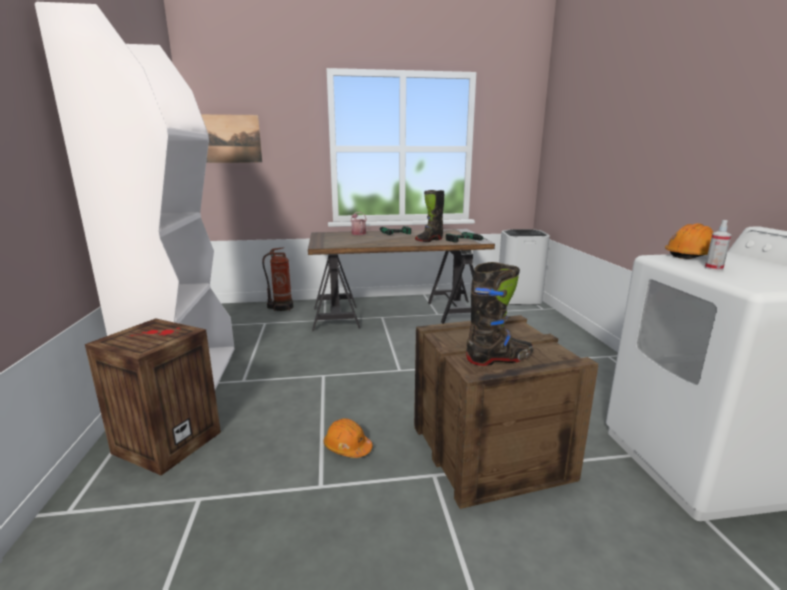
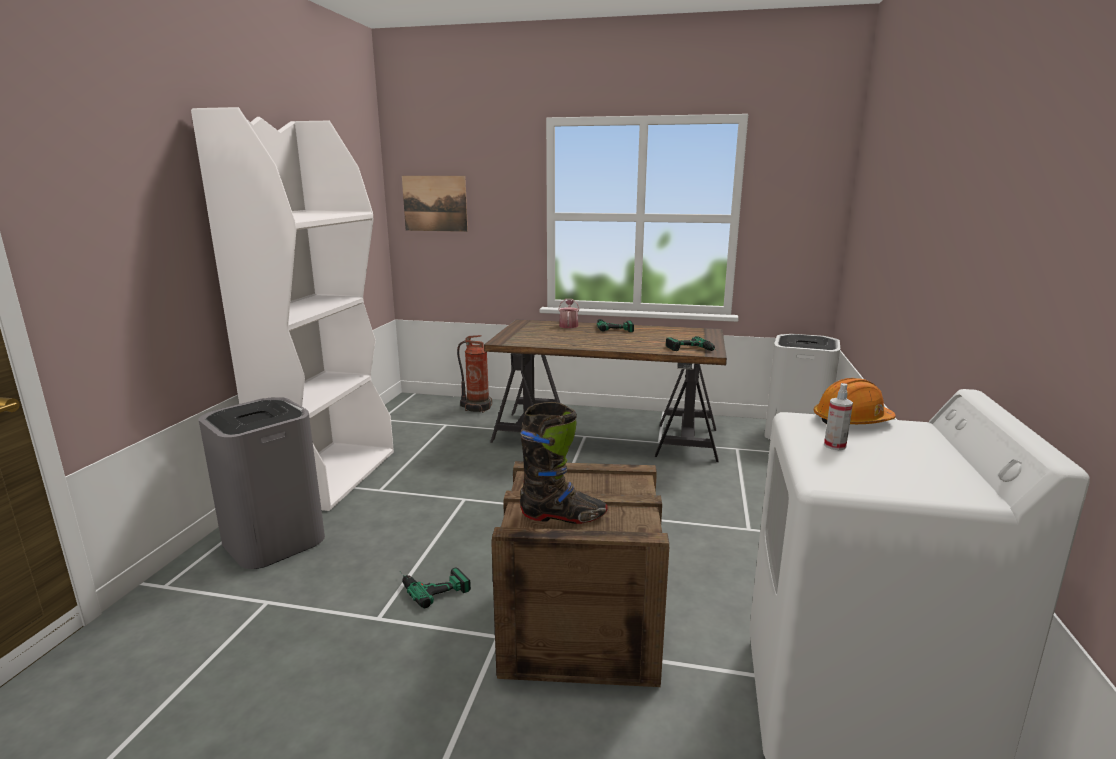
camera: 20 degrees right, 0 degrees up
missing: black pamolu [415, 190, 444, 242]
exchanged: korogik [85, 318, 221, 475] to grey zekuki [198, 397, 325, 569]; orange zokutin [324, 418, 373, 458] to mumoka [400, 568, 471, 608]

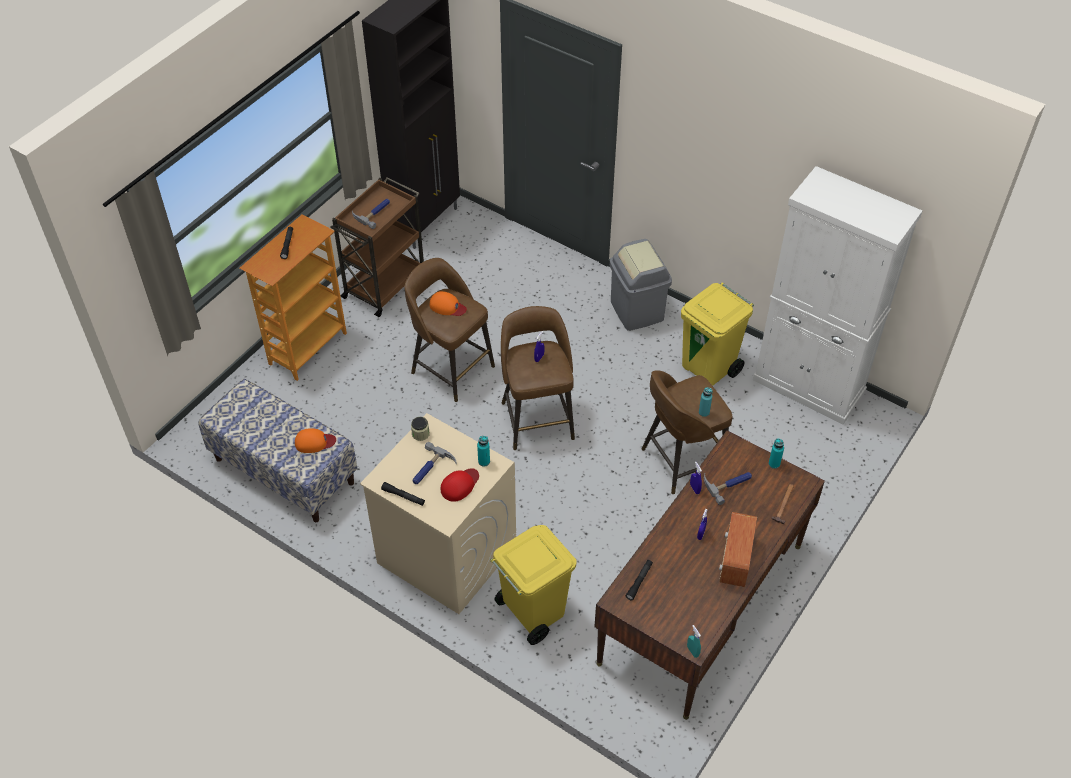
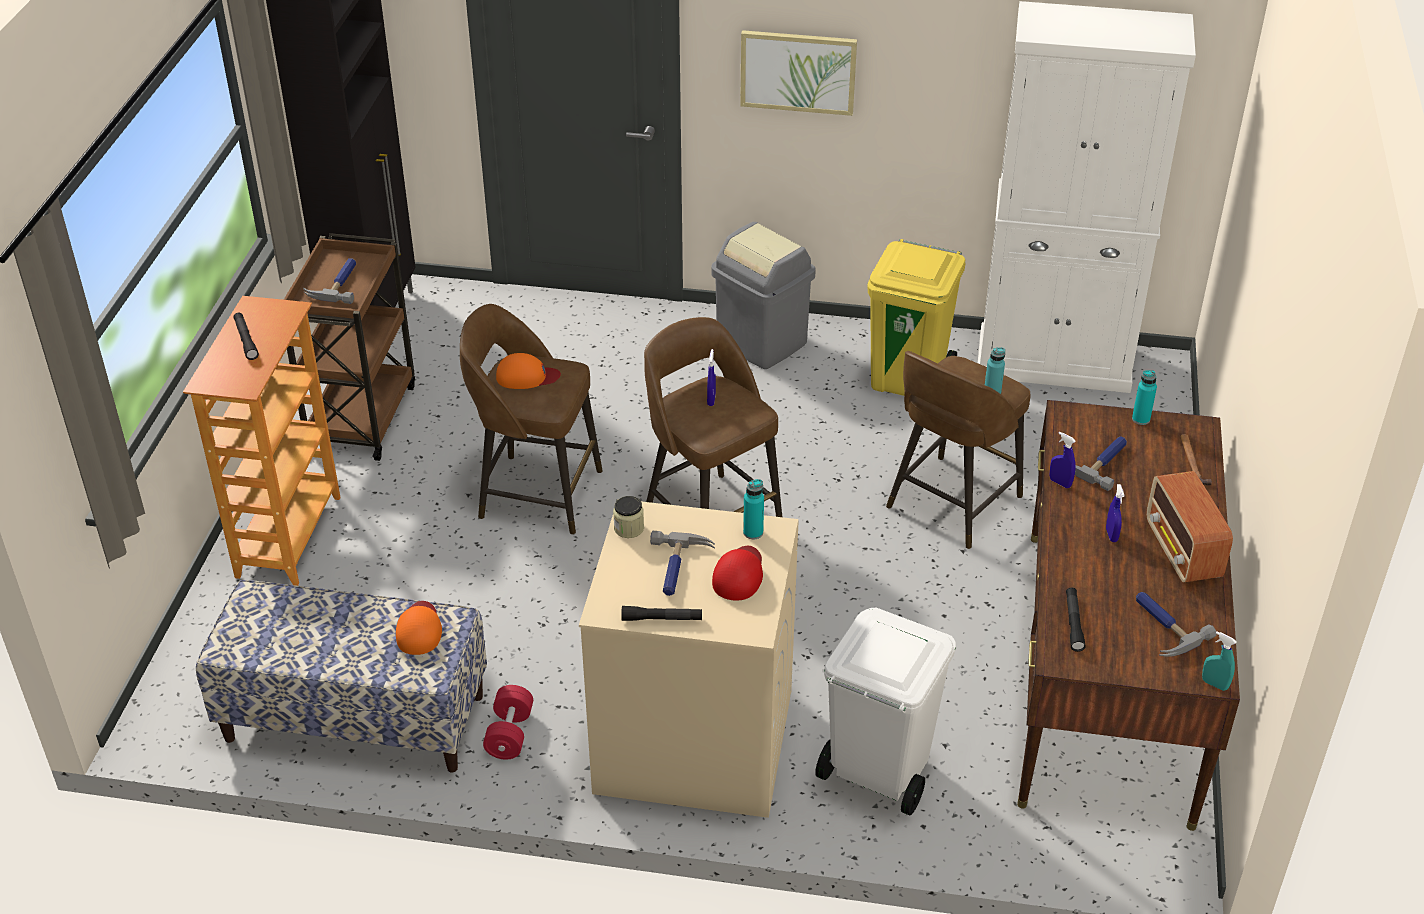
camera: 25 degrees left, 10 degrees down
appeared: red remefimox [483, 685, 533, 760]; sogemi [740, 30, 857, 116]; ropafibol [1136, 592, 1217, 657]
colour: yellow zekuki [490, 525, 577, 645] to white zekuki [815, 608, 956, 816]
spun: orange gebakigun [295, 428, 336, 453] = [396, 601, 442, 655] 60 degrees counterclockwise

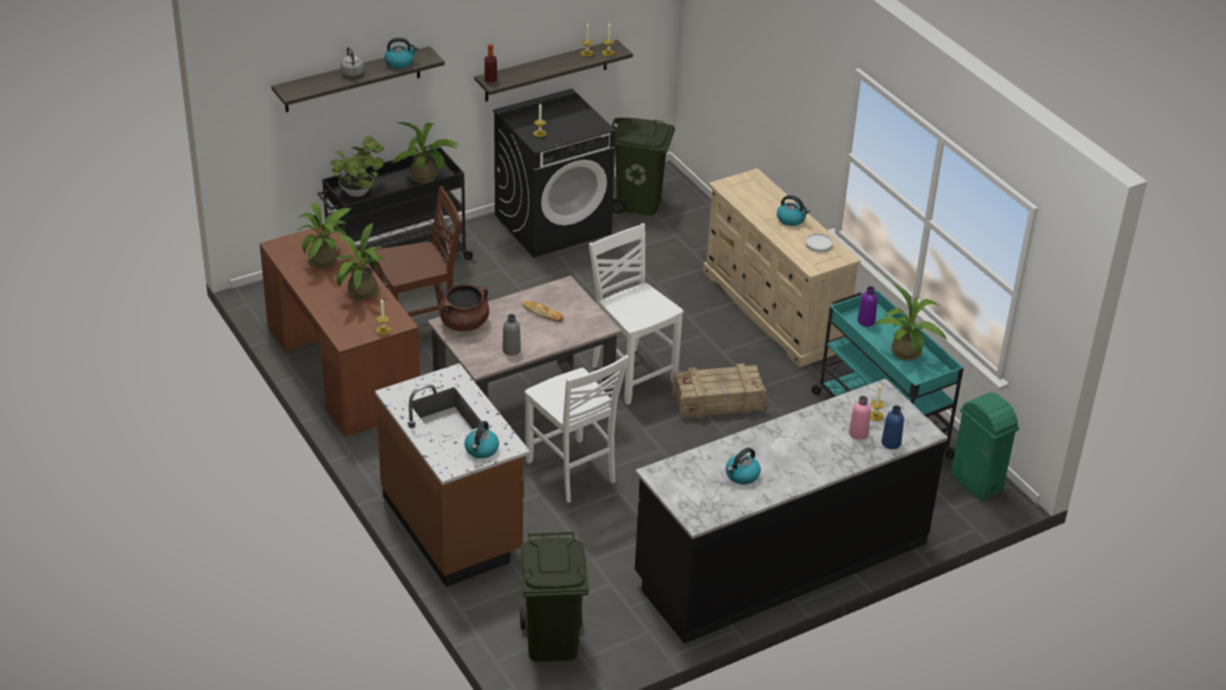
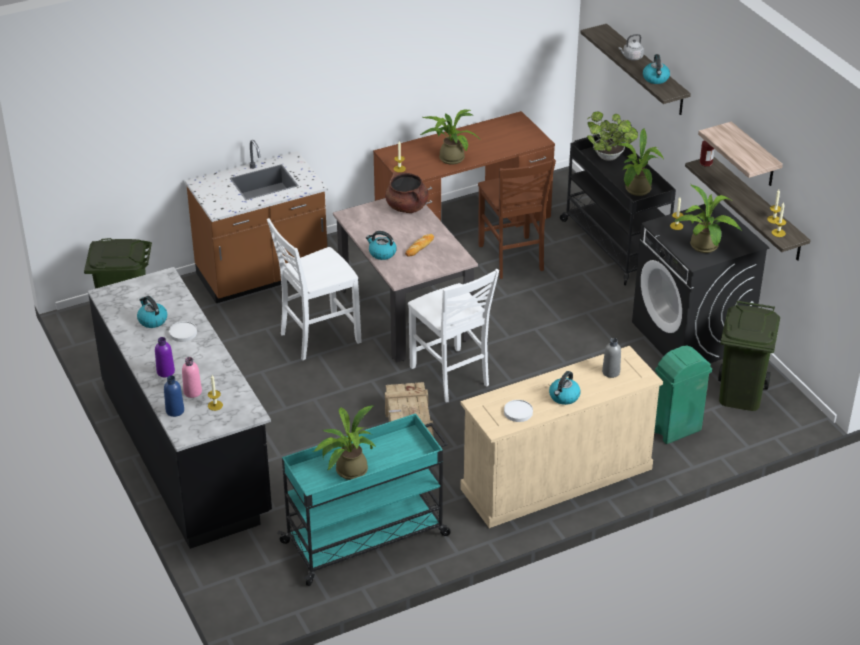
camera: 95 degrees right, 0 degrees up
appeared: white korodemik [169, 321, 197, 342]; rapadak [698, 122, 783, 186]
relocated: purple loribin [857, 286, 878, 327] to [155, 337, 175, 377]; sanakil [464, 421, 499, 458] to [366, 231, 397, 260]; grey loribin [502, 314, 521, 356] to [602, 338, 621, 378]; green zekuki [951, 393, 1019, 501] to [654, 346, 712, 444]; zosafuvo [296, 203, 351, 268] to [674, 184, 742, 253]
spun: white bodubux [589, 223, 683, 405] = [408, 269, 499, 403] 90 degrees clockwise

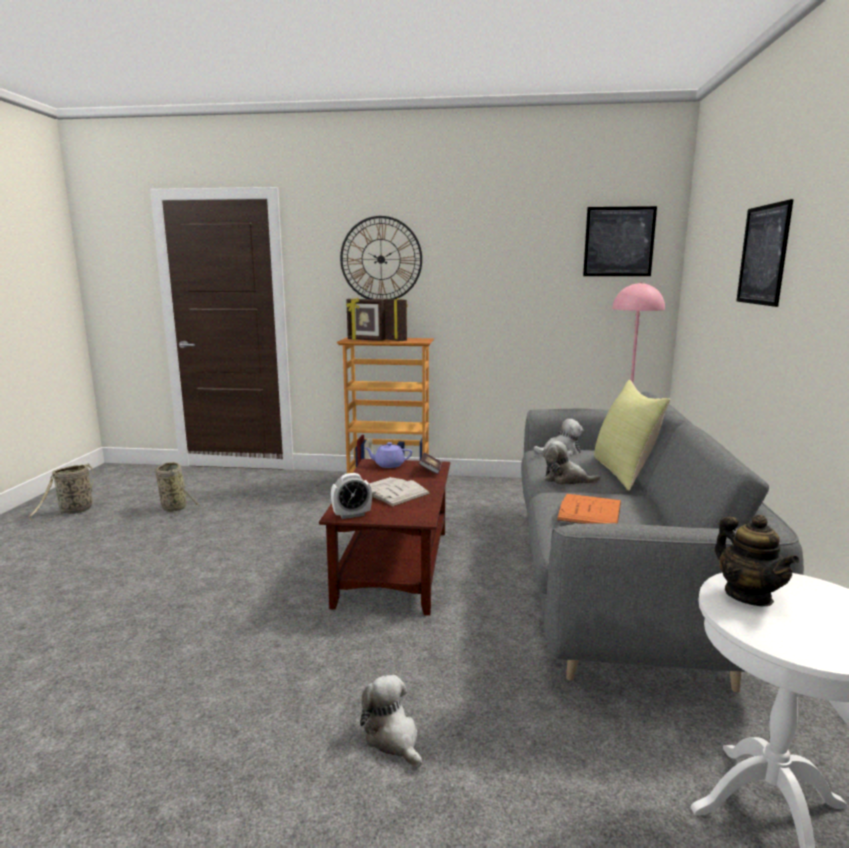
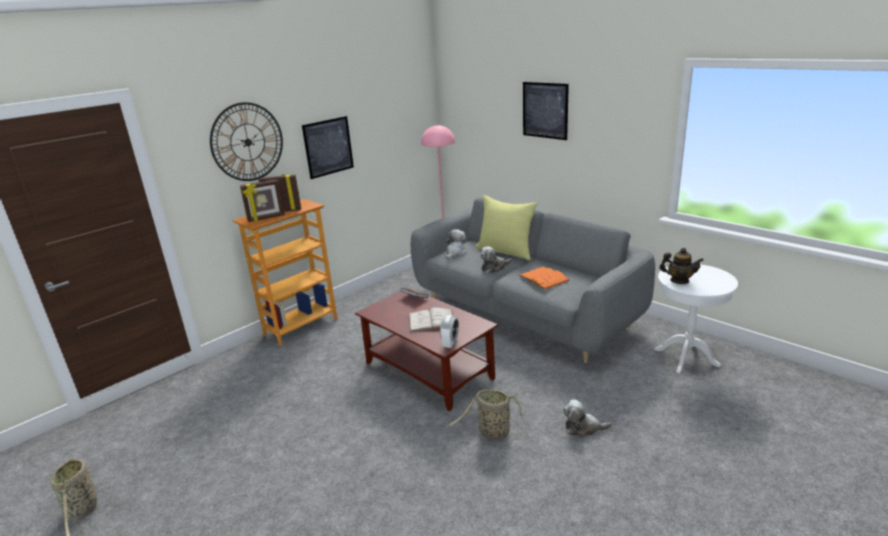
camera: 50 degrees left, 10 degrees up
missing: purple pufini [364, 442, 412, 468]
relocated: sogemi [583, 206, 657, 276] to [302, 116, 354, 179]; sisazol [156, 462, 198, 515] to [447, 390, 527, 440]

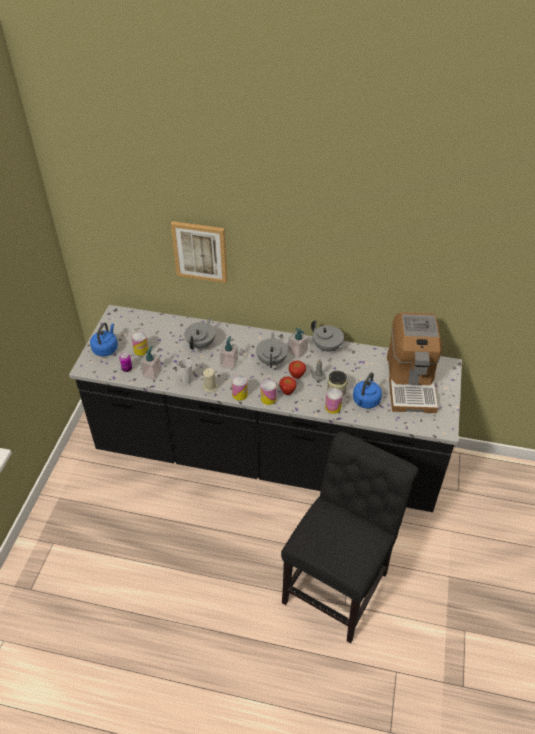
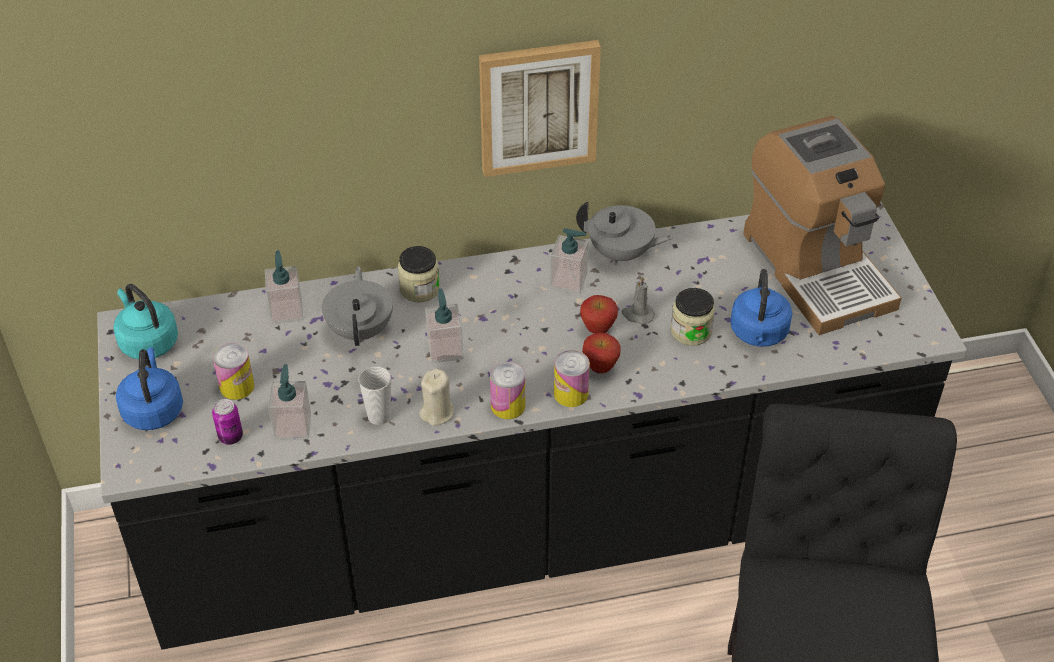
camera: 25 degrees left, 0 degrees up
missing: grey pufini [256, 332, 288, 368]; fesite [325, 388, 343, 414]
appeared: turquoise sanakil [114, 284, 178, 360]; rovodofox [265, 250, 304, 324]; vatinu [398, 246, 440, 302]
relocated: sogemi [171, 221, 227, 283] to [479, 40, 601, 177]

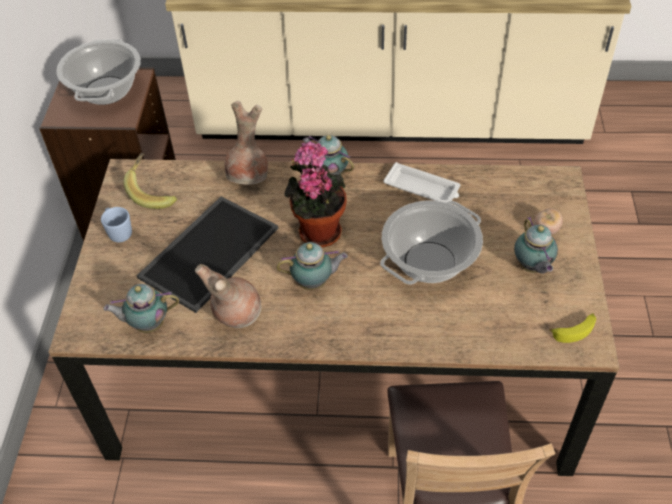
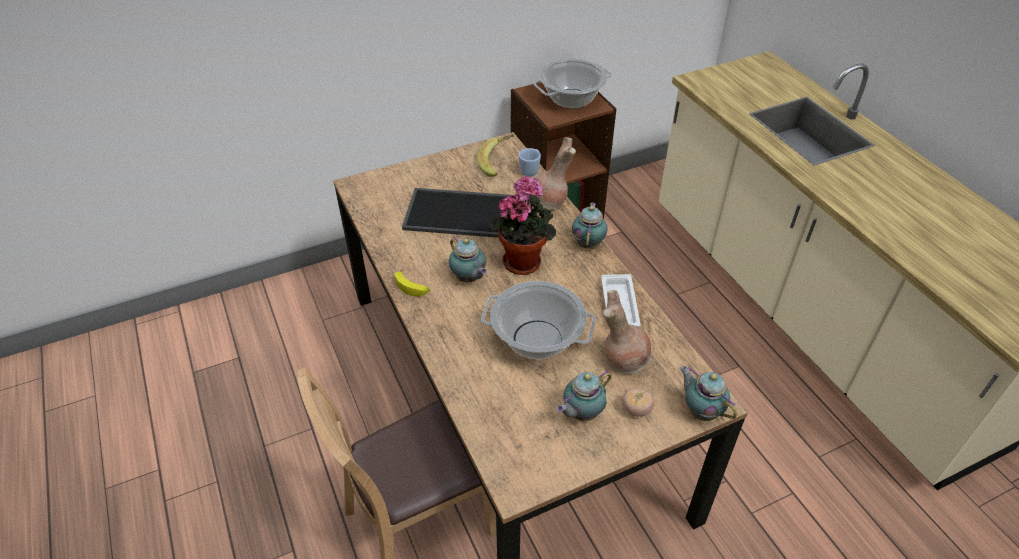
camera: 60 degrees right, 5 degrees down
relocated: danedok [549, 313, 596, 343] to [395, 270, 430, 296]; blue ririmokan [101, 207, 132, 243] to [519, 148, 541, 177]; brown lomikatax [195, 264, 261, 328] to [603, 290, 652, 374]; pufini [103, 284, 179, 333] to [680, 366, 737, 421]

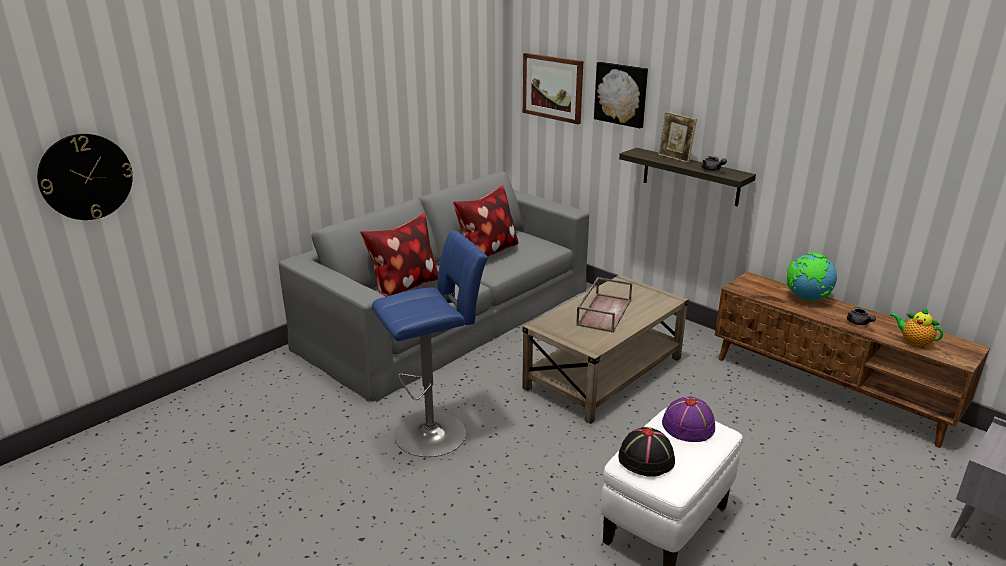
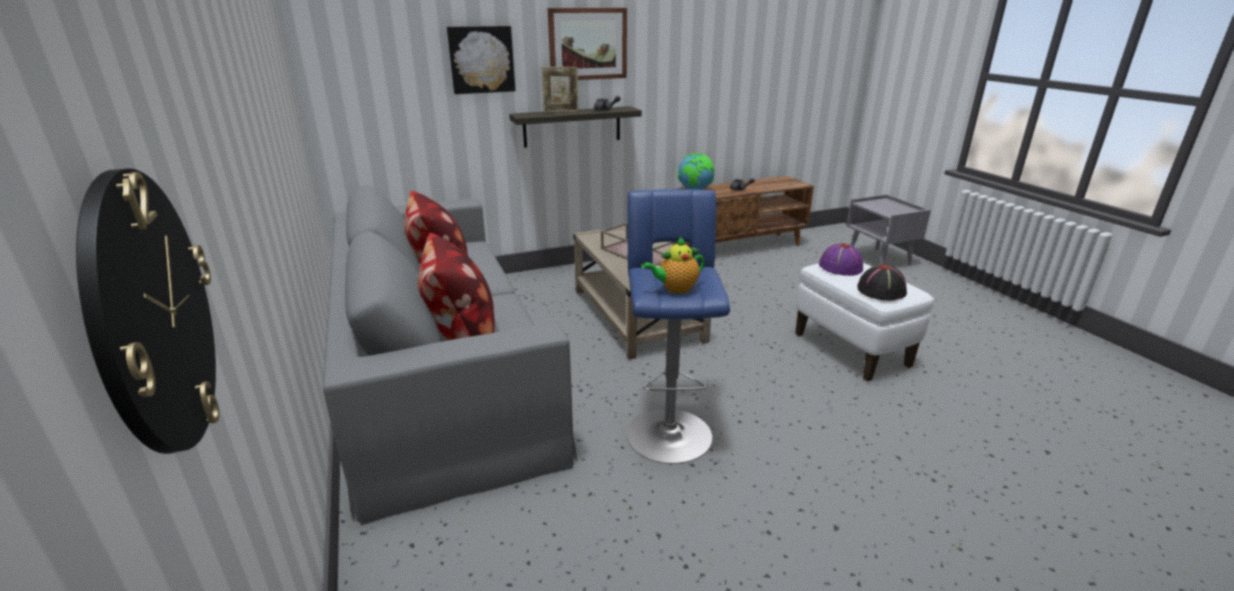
camera: 65 degrees left, 0 degrees up
relocated: sogemi [523, 53, 583, 124] to [547, 8, 627, 80]; pufini [889, 307, 943, 348] to [641, 237, 705, 294]

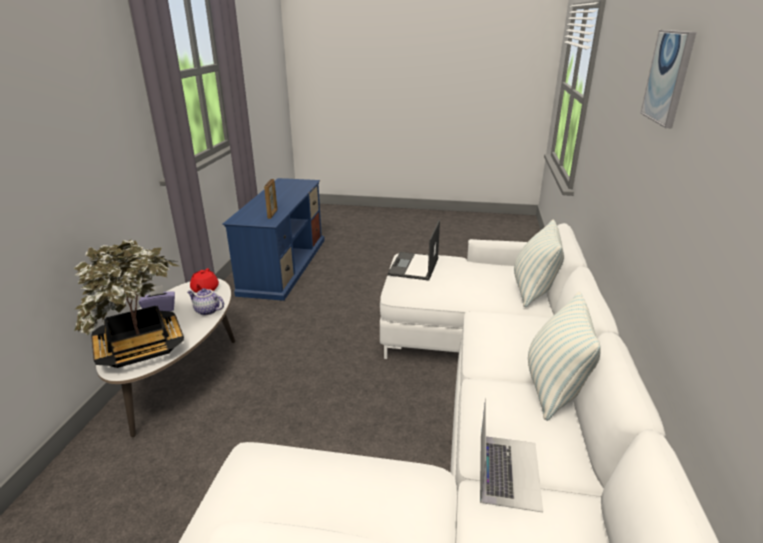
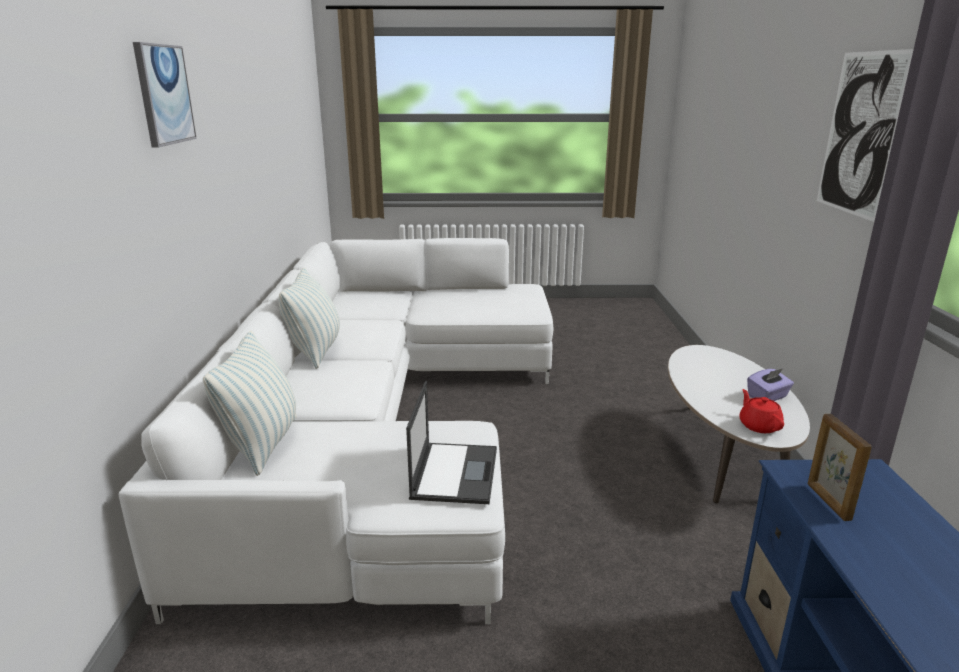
camera: 170 degrees right, 5 degrees down
missing: zosafuvo [73, 240, 184, 368]; pufini [187, 288, 224, 315]; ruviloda [480, 398, 543, 512]
appeared: sogemi [817, 49, 914, 222]

